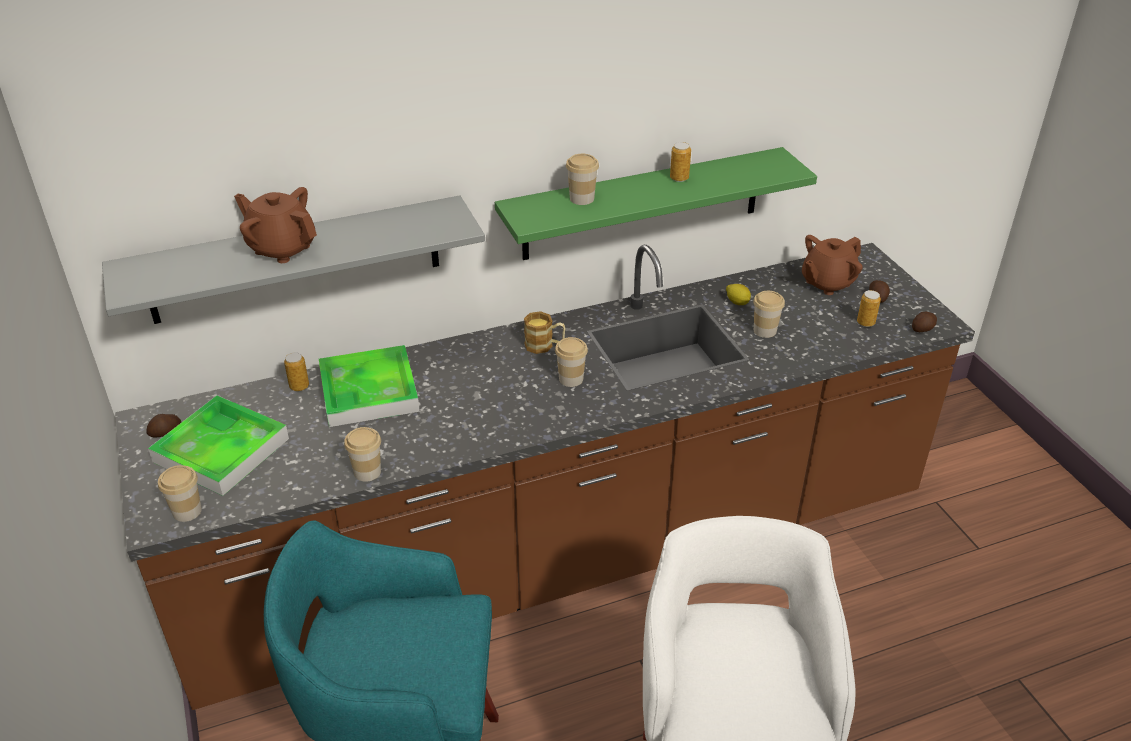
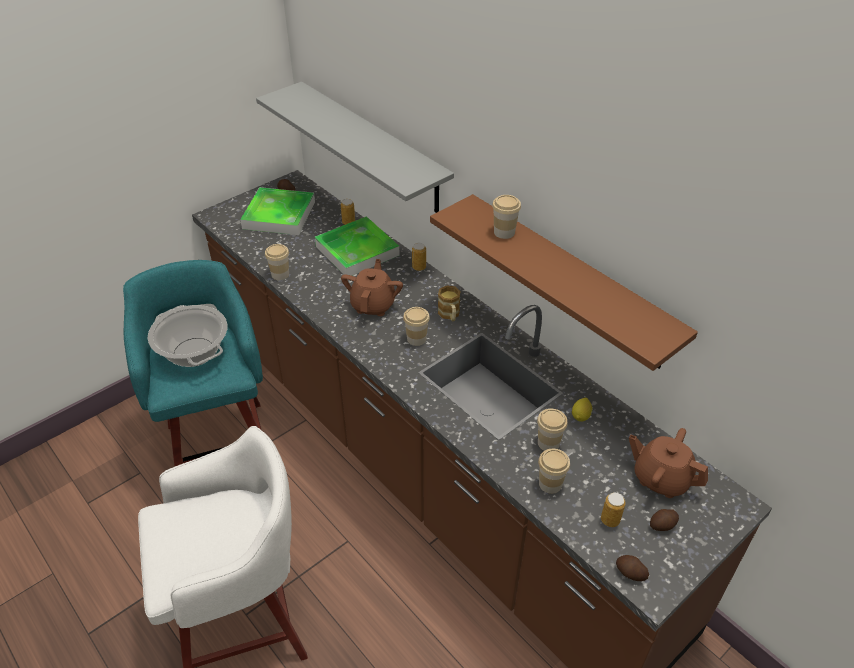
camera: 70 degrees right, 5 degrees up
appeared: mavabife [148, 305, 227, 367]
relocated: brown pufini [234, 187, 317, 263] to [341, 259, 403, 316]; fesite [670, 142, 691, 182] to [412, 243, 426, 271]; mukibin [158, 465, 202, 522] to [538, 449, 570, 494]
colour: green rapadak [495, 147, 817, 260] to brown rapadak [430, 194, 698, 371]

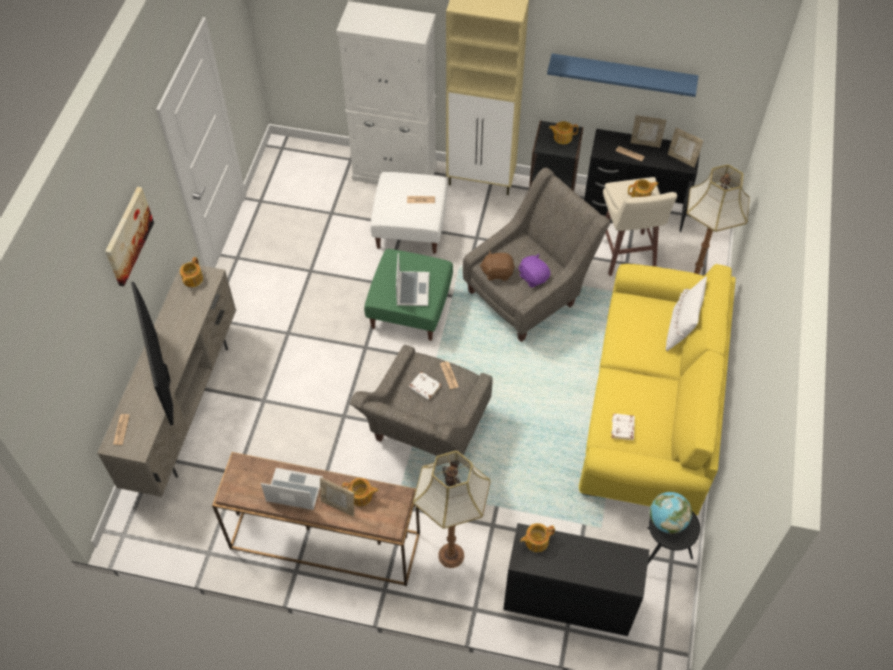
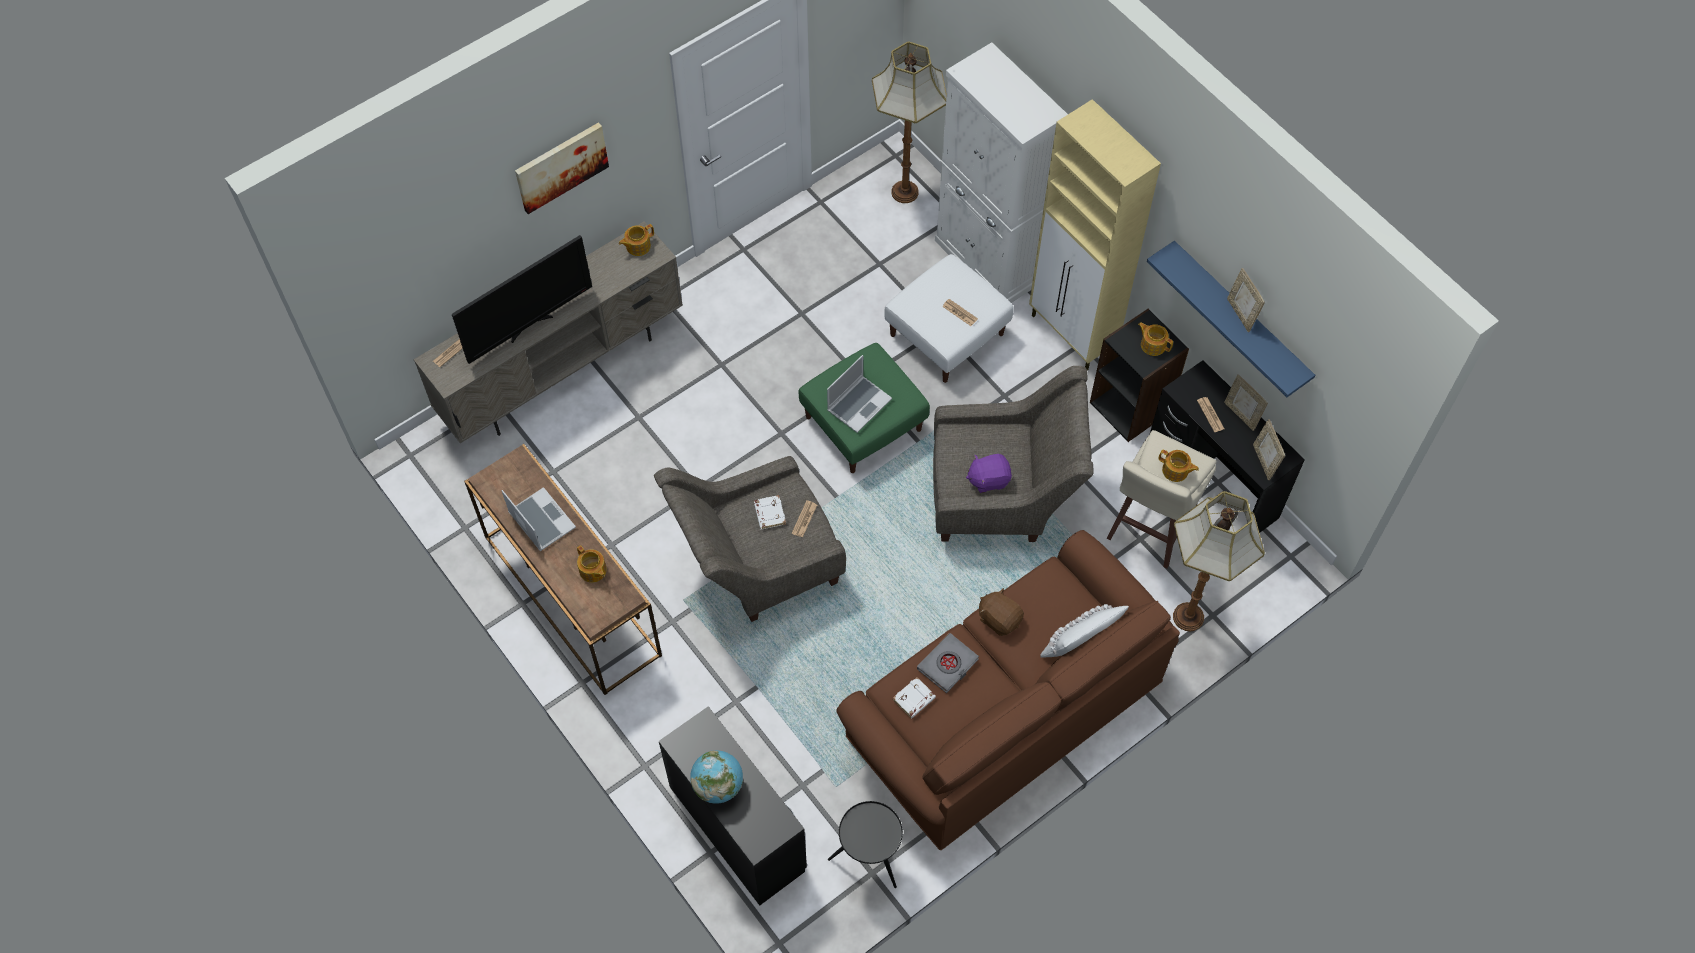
camera: 40 degrees right, 5 degrees up
missing: pufini [520, 523, 555, 552]
appeared: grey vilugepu [917, 633, 979, 693]
relocated: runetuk [650, 492, 692, 534] to [690, 750, 743, 804]; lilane [413, 451, 491, 568] to [872, 42, 947, 203]; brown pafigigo [480, 250, 515, 281] to [979, 588, 1024, 636]; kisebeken [320, 477, 354, 517] to [1227, 268, 1265, 332]
colour: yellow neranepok [579, 264, 736, 515] to brown neranepok [836, 530, 1180, 850]
spun: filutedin [131, 282, 173, 426] = [452, 235, 592, 364] 150 degrees counterclockwise; purple pafigigo [519, 254, 551, 287] = [966, 454, 1012, 493] 105 degrees counterclockwise

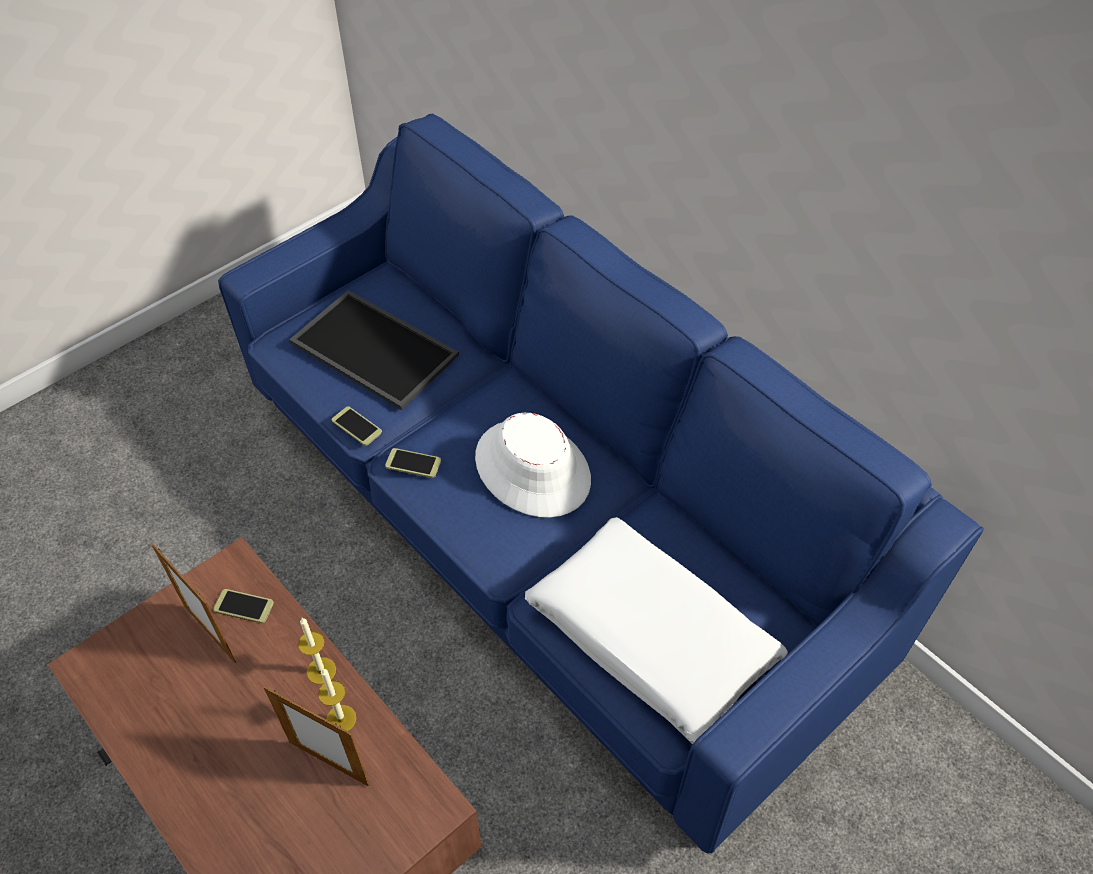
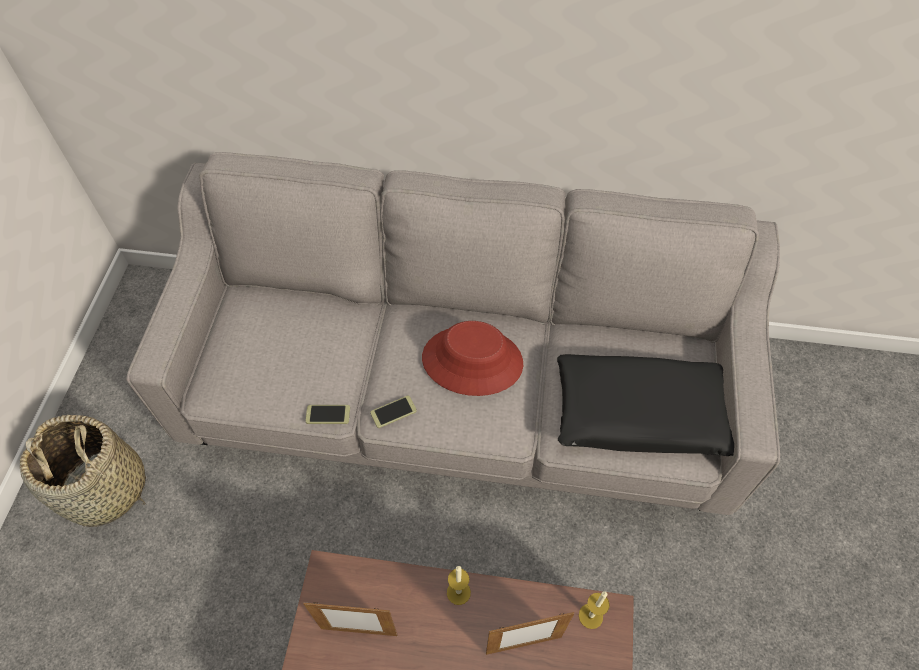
camera: 40 degrees left, 5 degrees up
missing: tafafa [213, 589, 274, 623]; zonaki [289, 290, 459, 410]
appeared: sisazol [20, 415, 146, 527]
relocated: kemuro [318, 669, 357, 731] to [579, 591, 610, 629]
colour: blue neranepok [218, 114, 984, 854] to grey neranepok [126, 152, 780, 515]; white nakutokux [475, 413, 591, 518] to red nakutokux [422, 321, 523, 396]; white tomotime [525, 517, 788, 744] to black tomotime [557, 354, 734, 456]

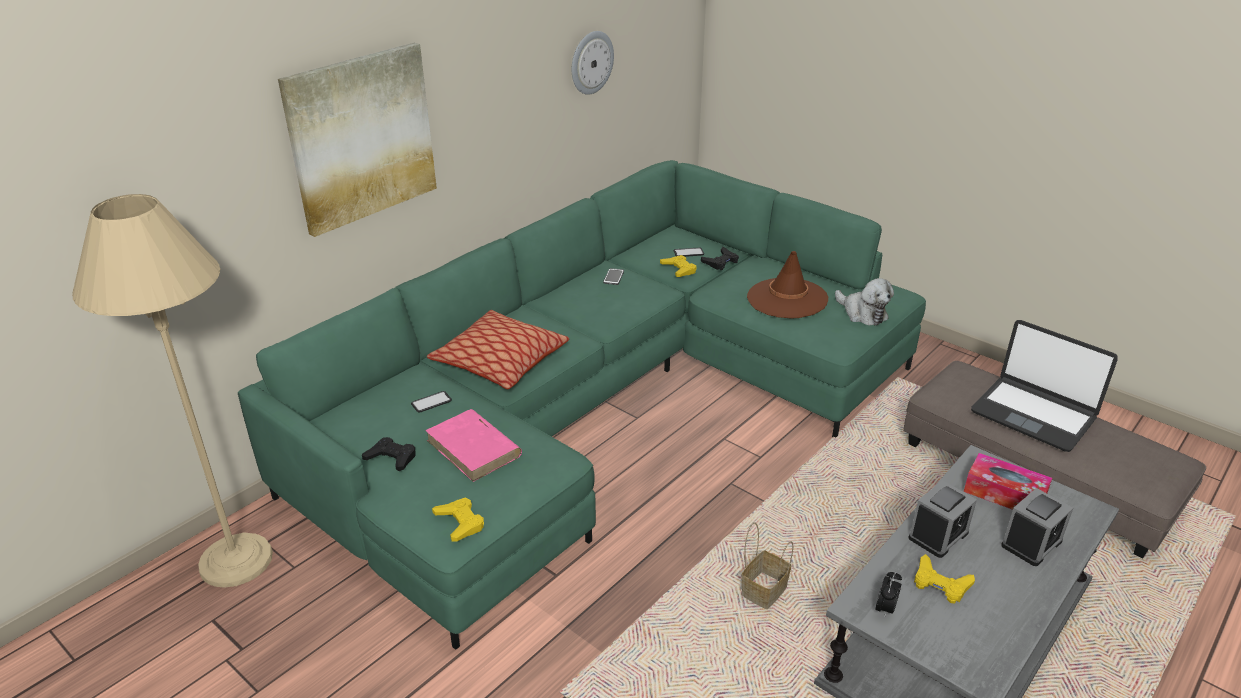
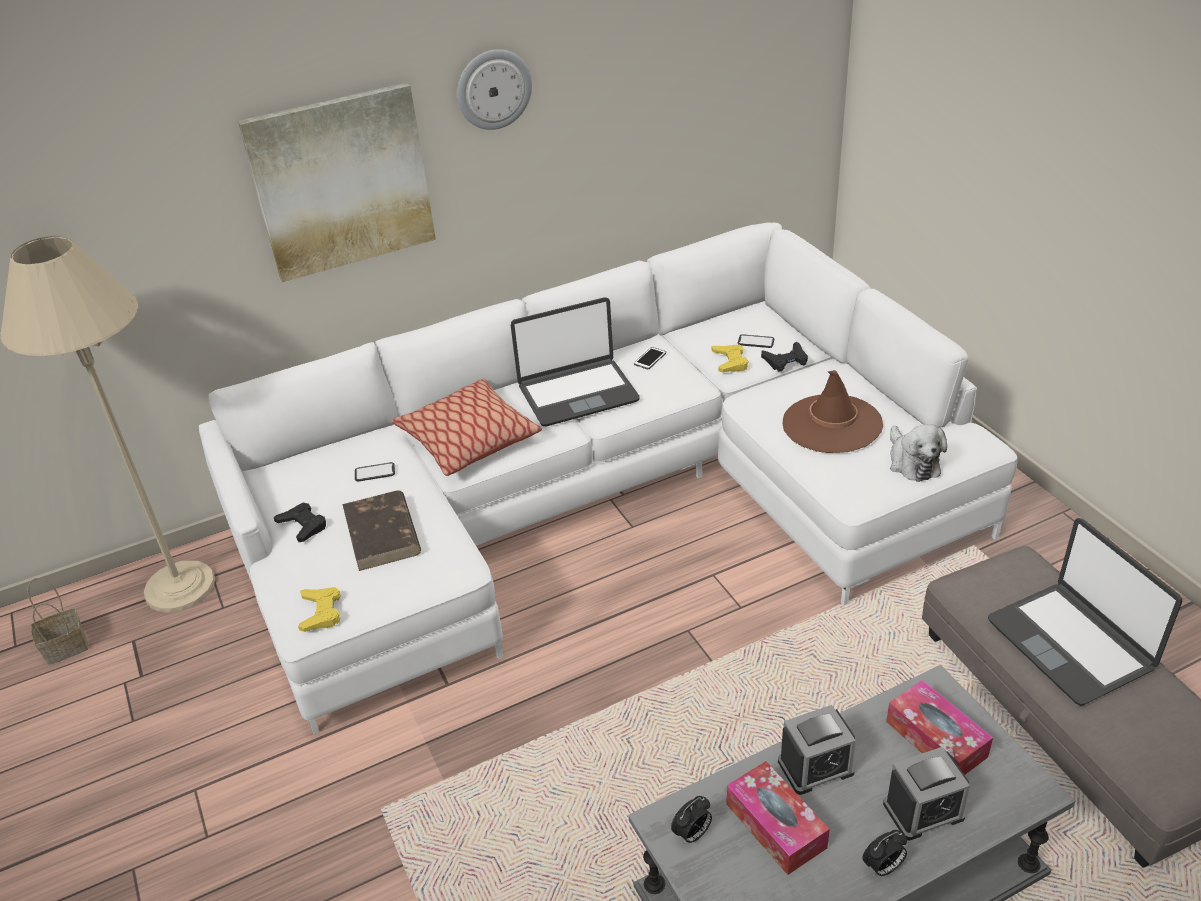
camera: 25 degrees right, 5 degrees up
appeared: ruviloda [511, 297, 640, 427]; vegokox [862, 830, 907, 876]
relocated: sisazol [741, 522, 793, 609] to [27, 578, 88, 665]; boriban [572, 31, 614, 95] to [457, 49, 532, 130]
exchanged: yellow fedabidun [914, 554, 975, 604] to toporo [726, 761, 830, 875]
colour: green neranepok [238, 160, 926, 650] to white neranepok [199, 222, 1018, 734]; pink vilugepu [425, 409, 522, 482] to brown vilugepu [342, 490, 421, 571]

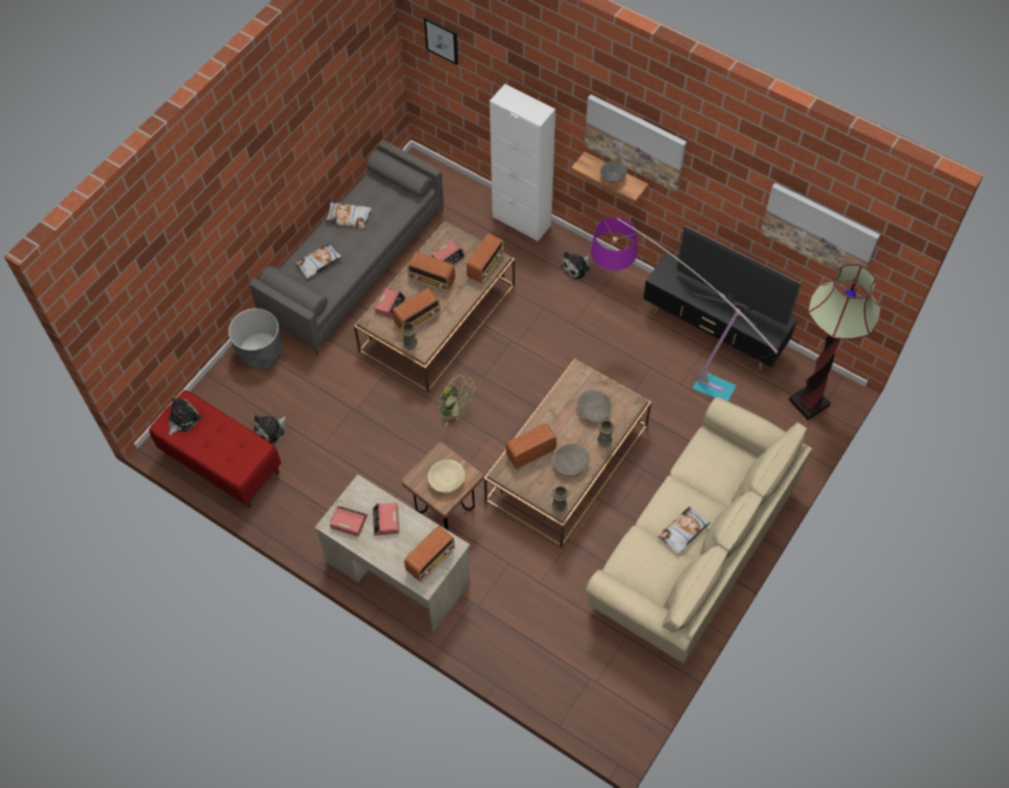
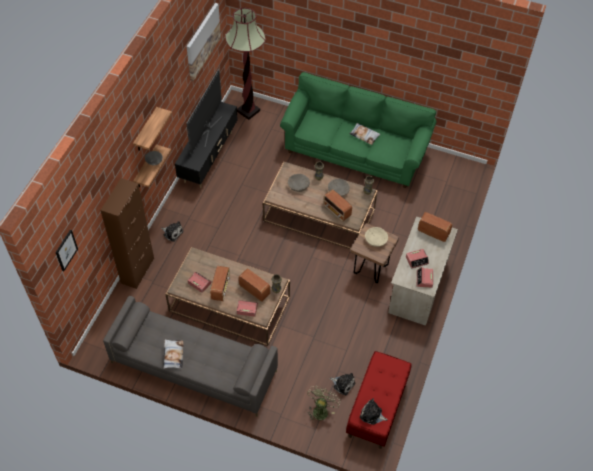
camera: 105 degrees left, 5 degrees down
missing: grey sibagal [228, 308, 282, 369]; tomotime [295, 243, 343, 279]; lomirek [467, 233, 504, 283]; lilane [591, 217, 778, 401]
relocated: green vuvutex [439, 374, 476, 426] to [307, 386, 341, 422]
exchanged: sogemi [584, 94, 687, 193] to rapadak [133, 107, 172, 151]
colour: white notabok [490, 84, 555, 242] to brown notabok [100, 178, 154, 289]; beige neranepok [586, 397, 813, 663] to green neranepok [280, 72, 437, 188]

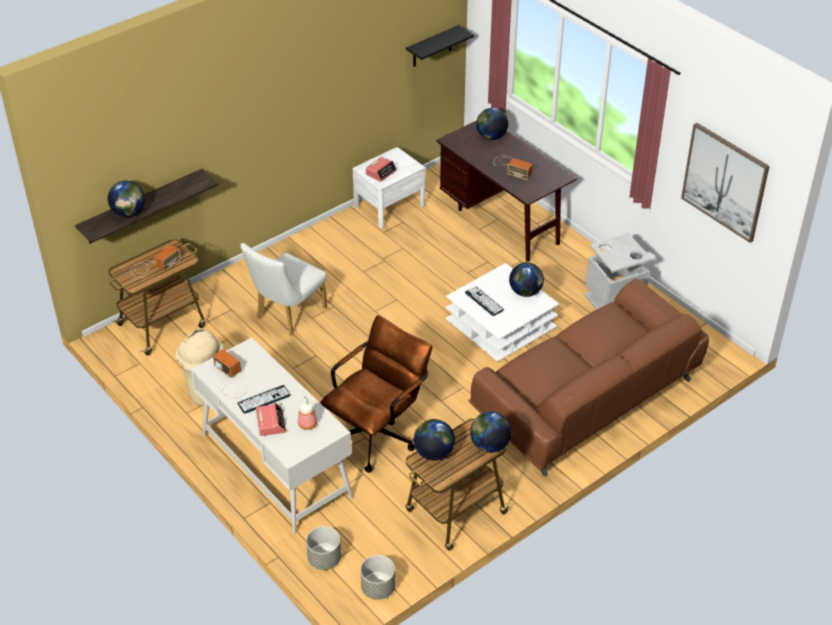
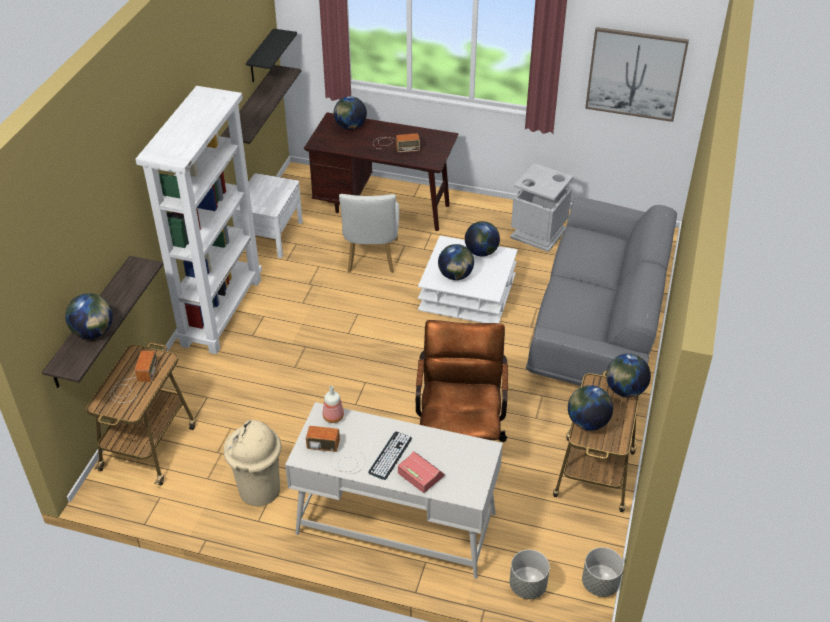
camera: 35 degrees left, 0 degrees up
missing: vegokox [366, 157, 397, 182]
appeared: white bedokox [135, 86, 262, 354]; rapadak [221, 65, 301, 144]
relocated: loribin [298, 396, 317, 430] to [323, 386, 344, 423]; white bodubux [240, 243, 327, 336] to [339, 194, 399, 273]
exchanged: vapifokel [465, 286, 504, 316] to runetuk [438, 244, 474, 280]
colour: brown neranepok [468, 278, 709, 477] to grey neranepok [526, 196, 677, 402]

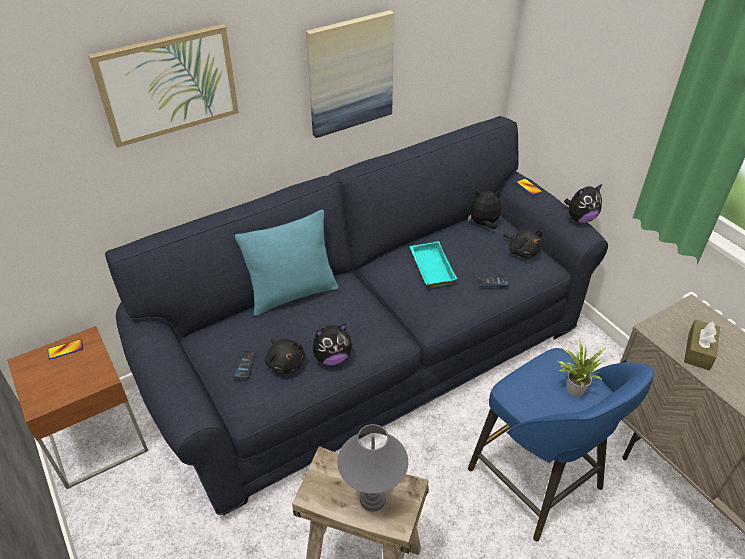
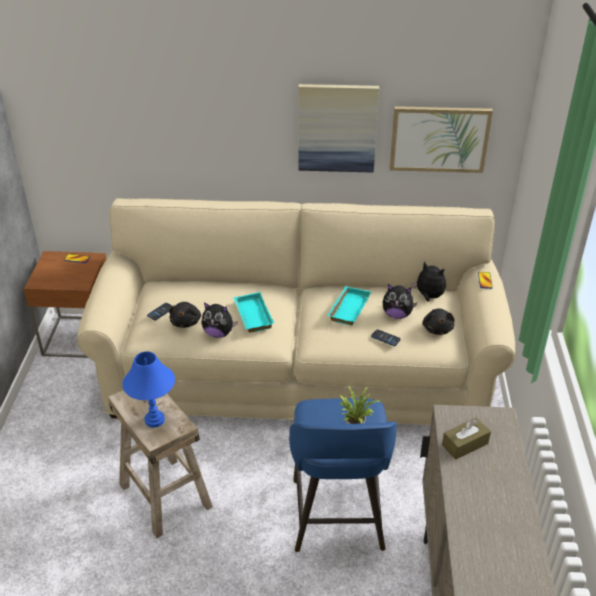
camera: 35 degrees right, 5 degrees down
missing: turquoise tomotime [235, 210, 339, 316]
appeared: turquoise zonaki [233, 292, 274, 332]
relocated: pafigigo [564, 184, 602, 223] to [383, 284, 417, 319]; sogemi [88, 24, 239, 148] to [390, 106, 493, 173]
colour: blue neranepok [105, 116, 608, 515] to beige neranepok [77, 198, 515, 425]; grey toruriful [337, 424, 408, 512] to blue toruriful [122, 351, 175, 428]

